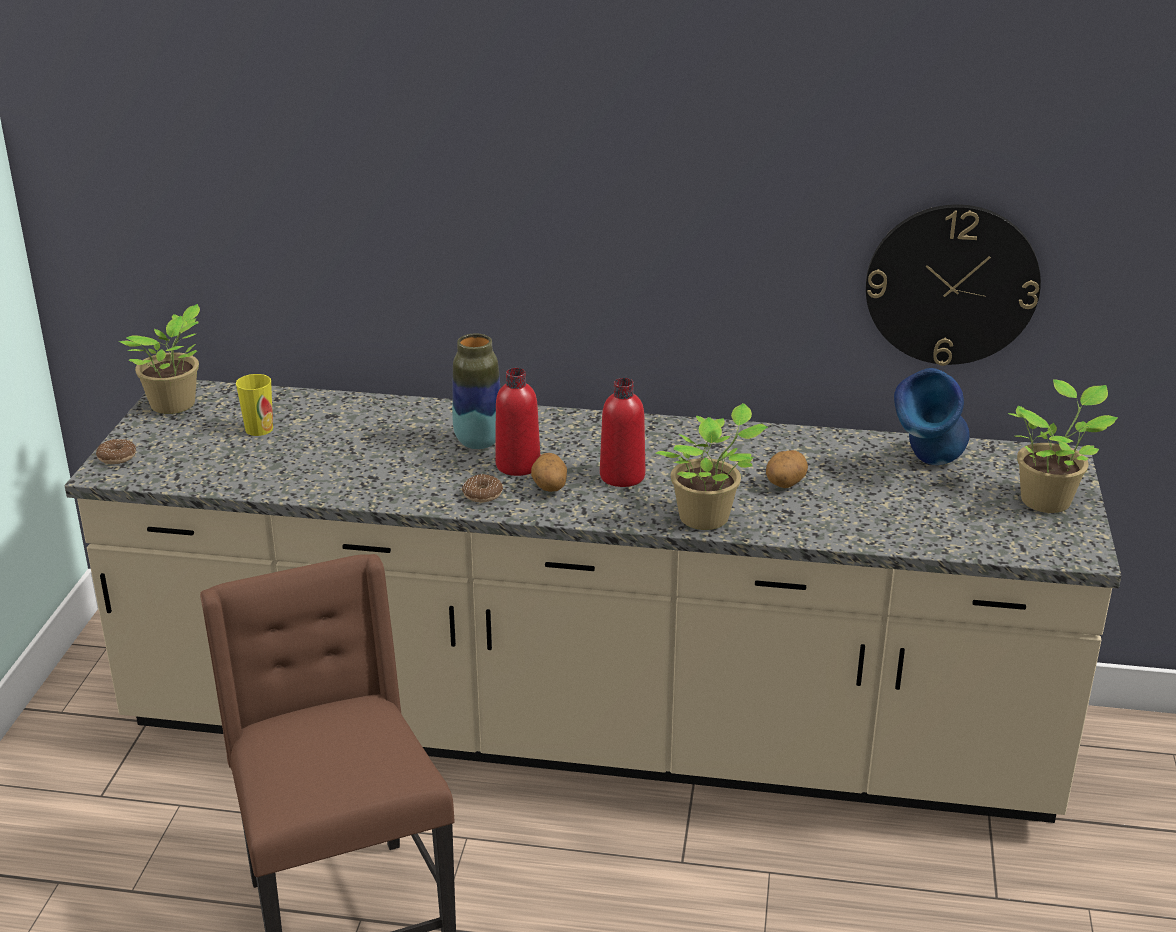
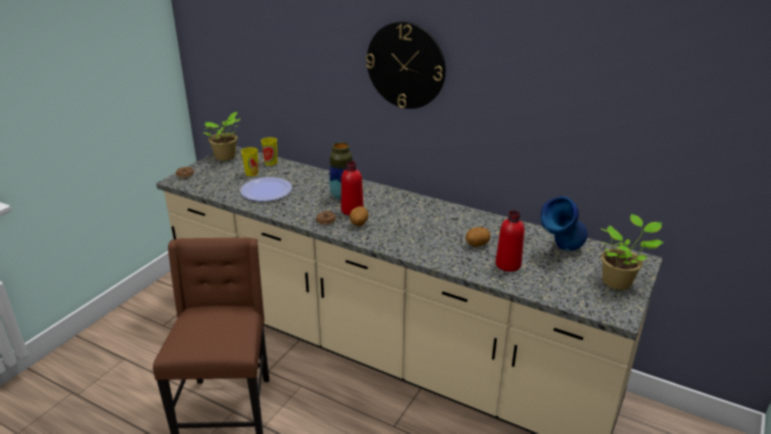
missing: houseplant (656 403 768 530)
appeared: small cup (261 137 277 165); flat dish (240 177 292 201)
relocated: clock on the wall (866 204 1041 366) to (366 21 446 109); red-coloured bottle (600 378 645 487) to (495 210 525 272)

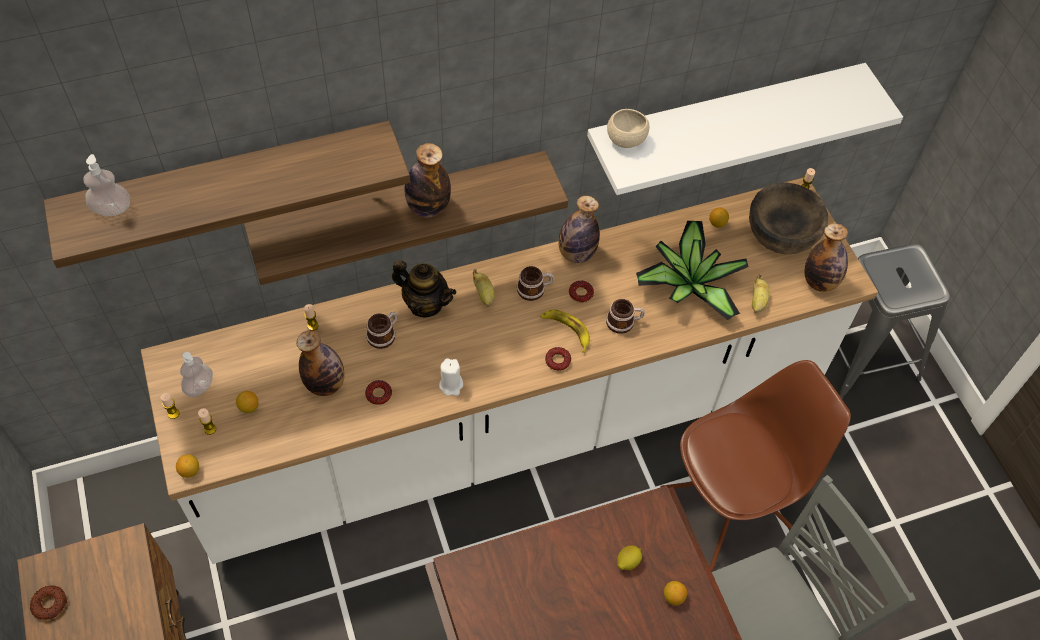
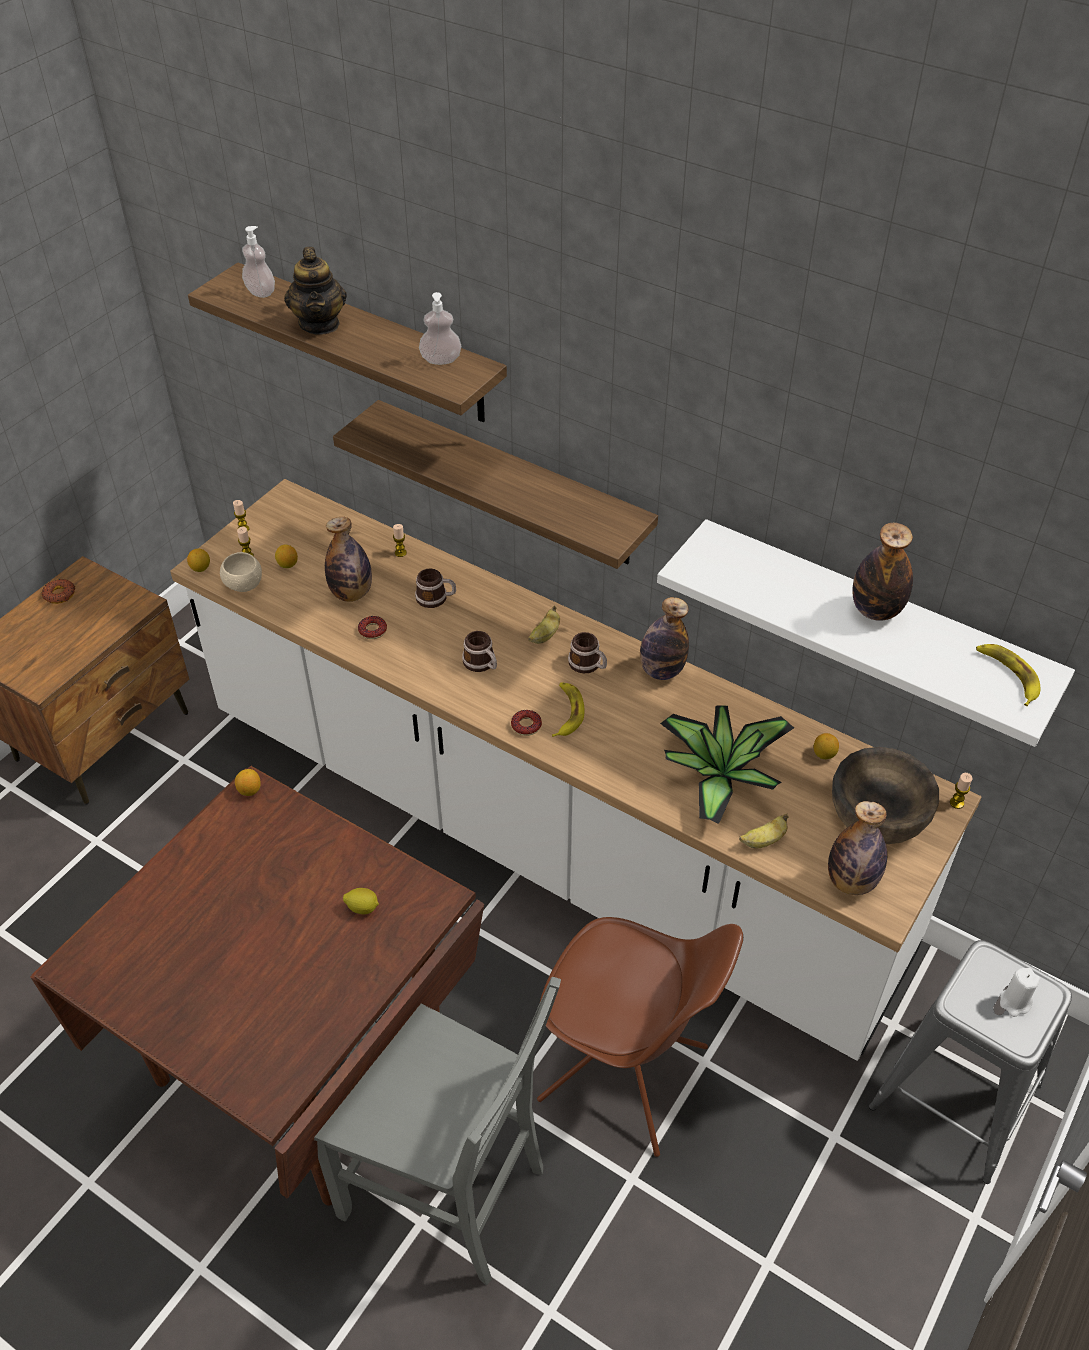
missing: doughnut (569 281 594 303)
appeared: banana fruit (976 644 1041 706)
relocated: beige-coloured serving bowl (607 109 650 148) to (220 552 262 592); bottle (404 143 451 217) to (852 523 913 621); pot for tea (392 260 457 317) to (284 247 347 335); mug (606 299 645 334) to (462 631 497 672); soap dispenser (180 352 213 397) to (419 292 462 365); white wax candle (439 358 463 396) to (1000 968 1040 1017); citrus fruit (664 581 687 606) to (235 769 261 796)

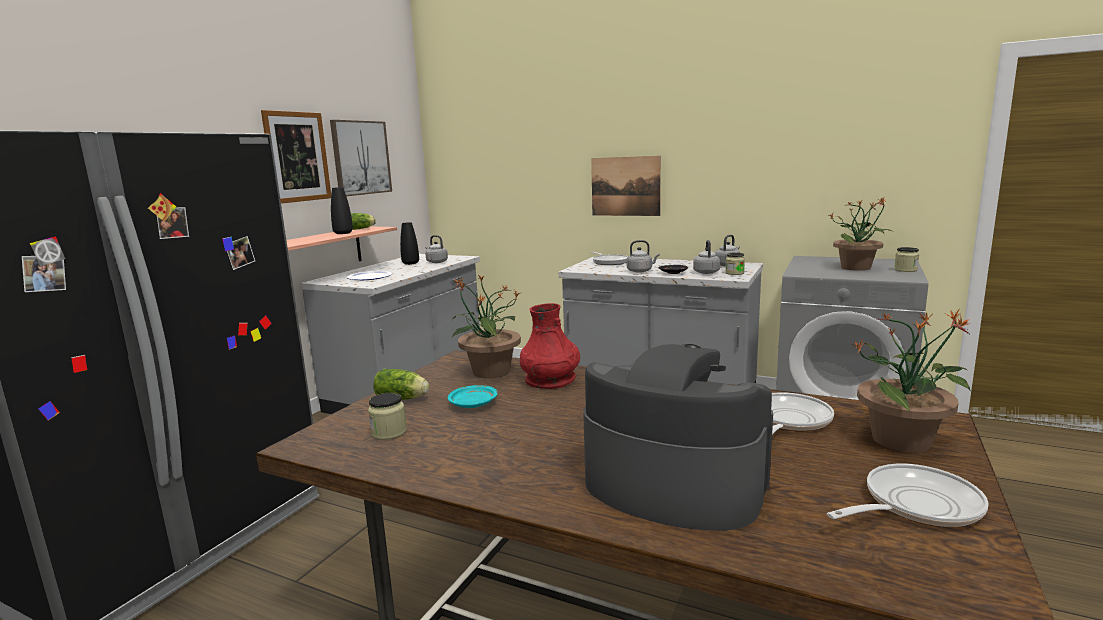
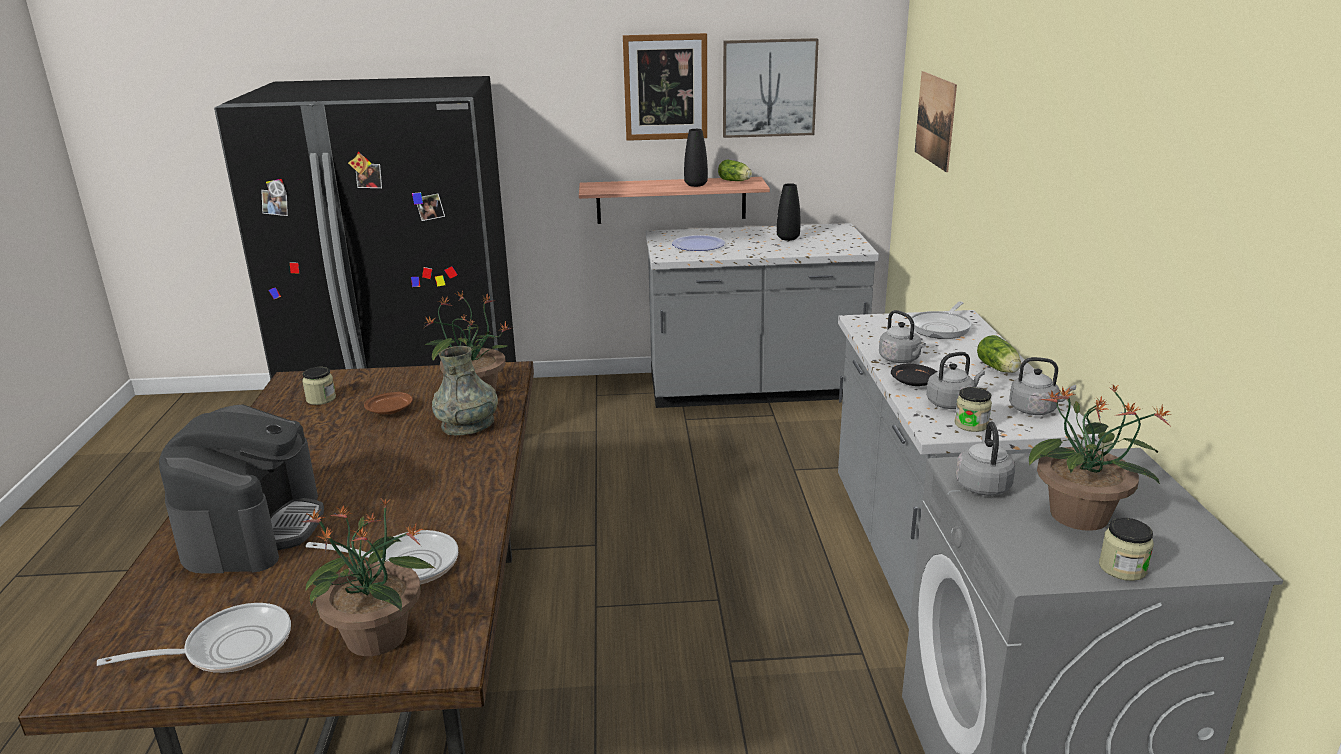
relocated: picture (591 156 661 216) to (915 71 957 172); greyish water kettle (425 235 448 263) to (956 421 1015 495); head of lettuce (373 369 429 400) to (977 335 1021 373)
colour: red-coloured flower vase (520 303 580 389) to greyish flower vase (432 346 498 435); turquoise-coloured flat dish (448 385 497 408) to brown flat dish (364 392 413 414)
spun: pan (827 464 989 527) = (97 603 291 673) 60 degrees counterclockwise

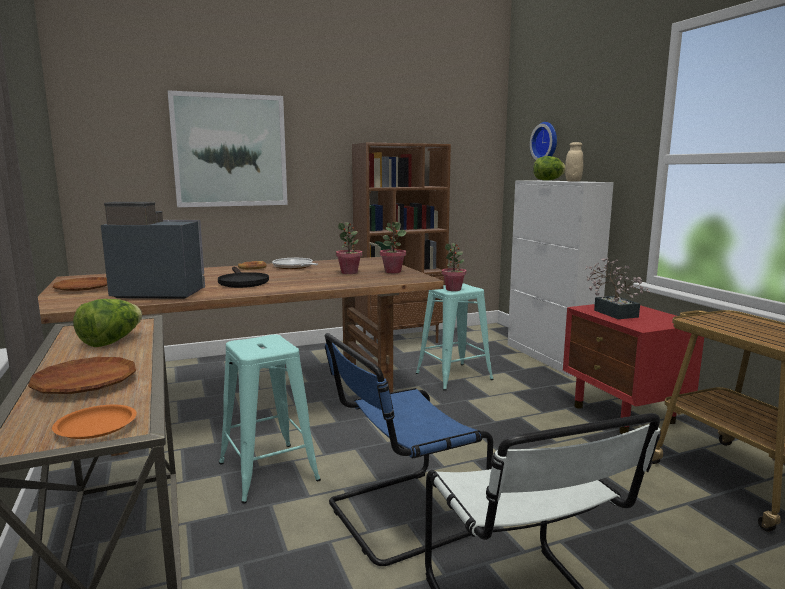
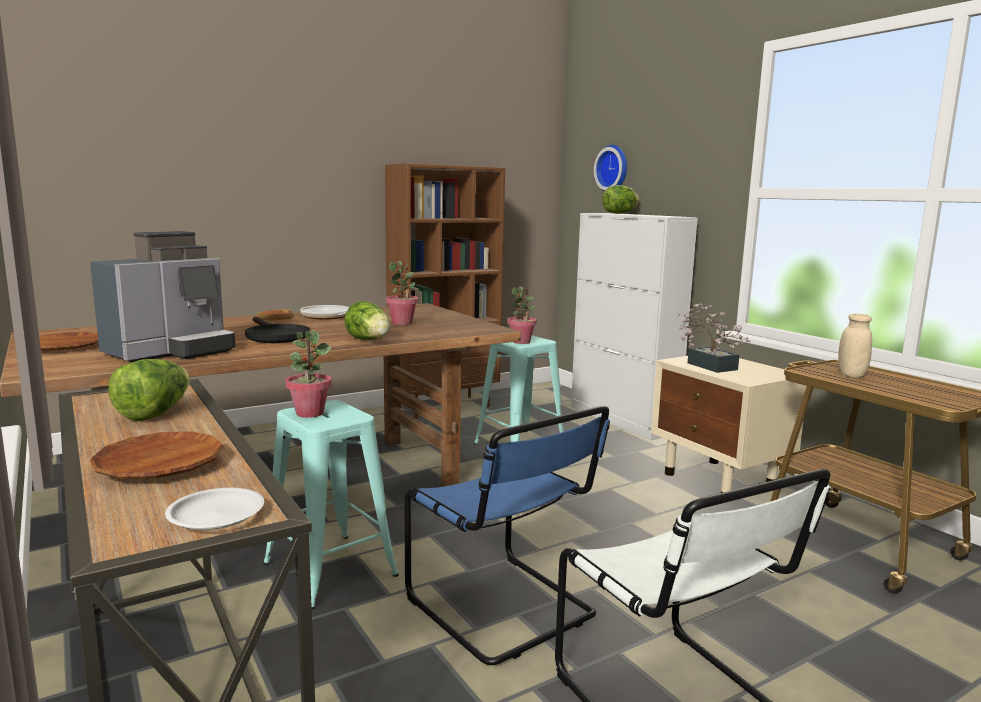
missing: picture (168 90 288 207)
appeared: head of lettuce (344 301 390 340)
relocated: beige-coloured storage jar (565 142 583 182) to (838 314 872 378); houseplant (380 222 407 273) to (285 330 332 418)
colour: red-coloured bedside table (563 304 704 434) to beige-coloured bedside table (651 356 807 493); orange flat dish (52 405 137 439) to white flat dish (165 488 264 530)
spun: coffee maker (101 202 205 299) = (90 231 236 362) 135 degrees clockwise; bluish chair (325 333 493 566) = (404 406 610 665) 90 degrees counterclockwise

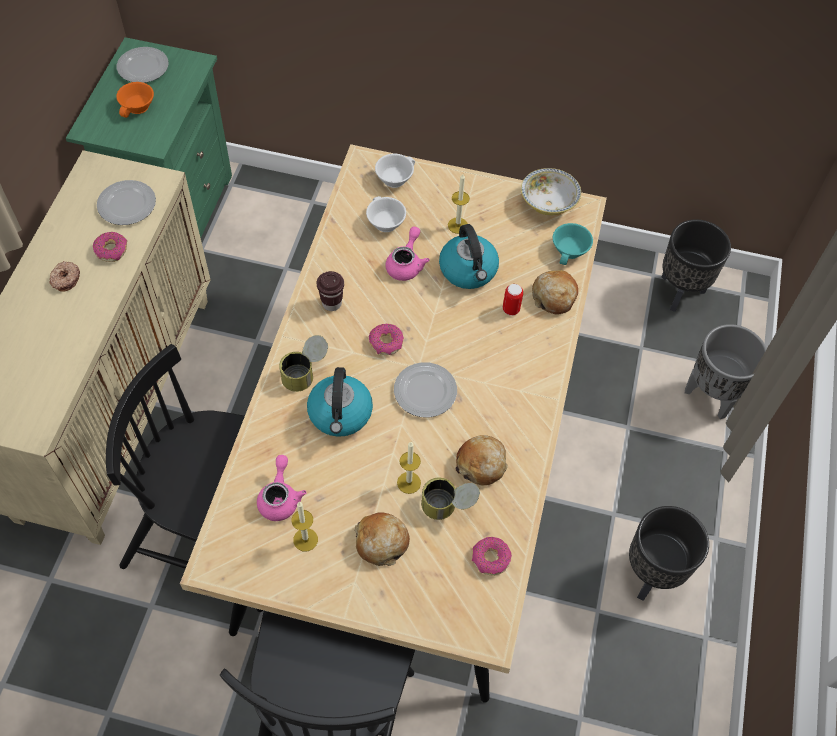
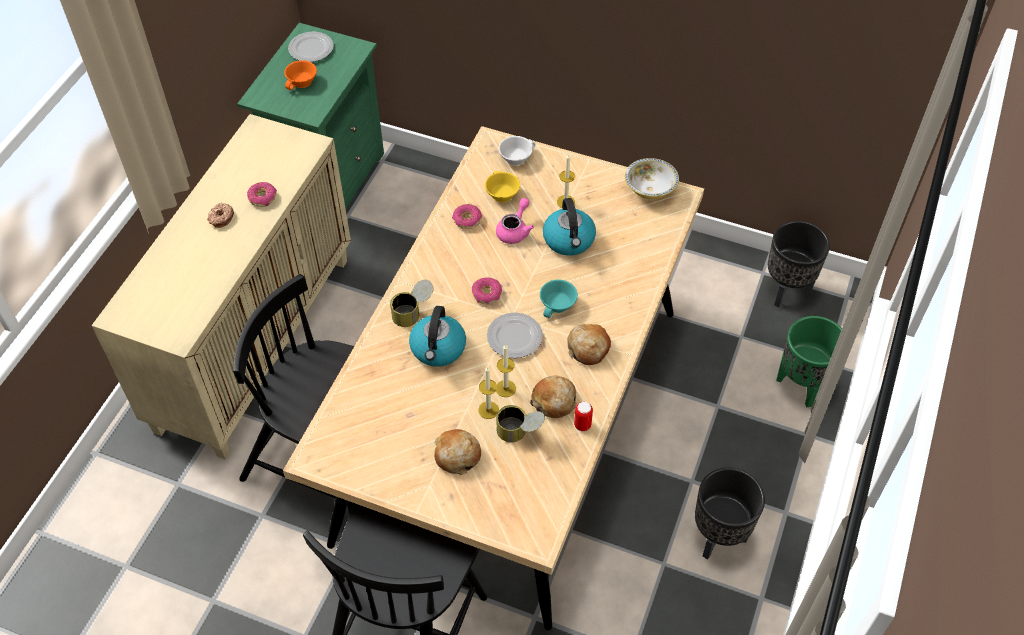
missing: flat dish (97 180 156 225); brown small cup (317 271 344 311); pink pot for tea (257 455 307 521)
relocated: turquoise-coloured small cup (553 223 593 265) to (540 279 578 318); bakery bread (532 270 578 315) to (567 324 611 365); metal can (503 284 523 316) to (574 402 593 431); wax candle (291 502 318 551) to (496 344 516 397); doughnut (472 537 512 576) to (452 204 482 229)
colour: white small cup (366 196 406 232) to yellowish small cup (485 171 520 203); greyish plant pot (685 324 767 419) to green-coloured plant pot (776 316 842 407)

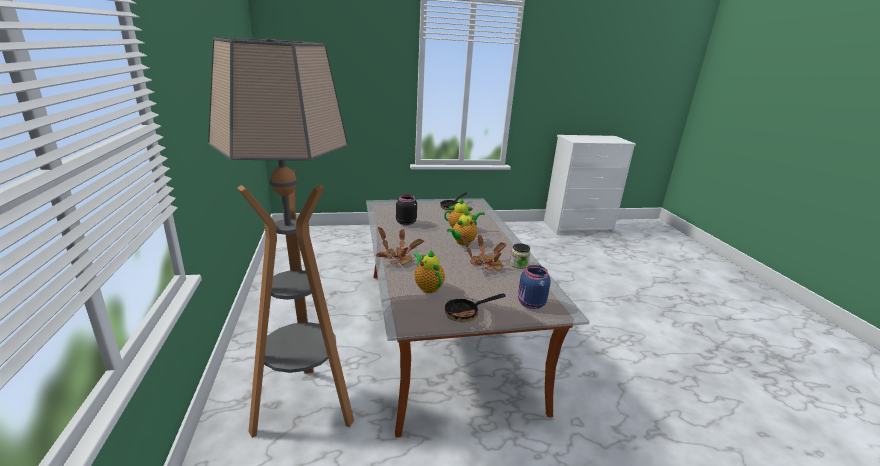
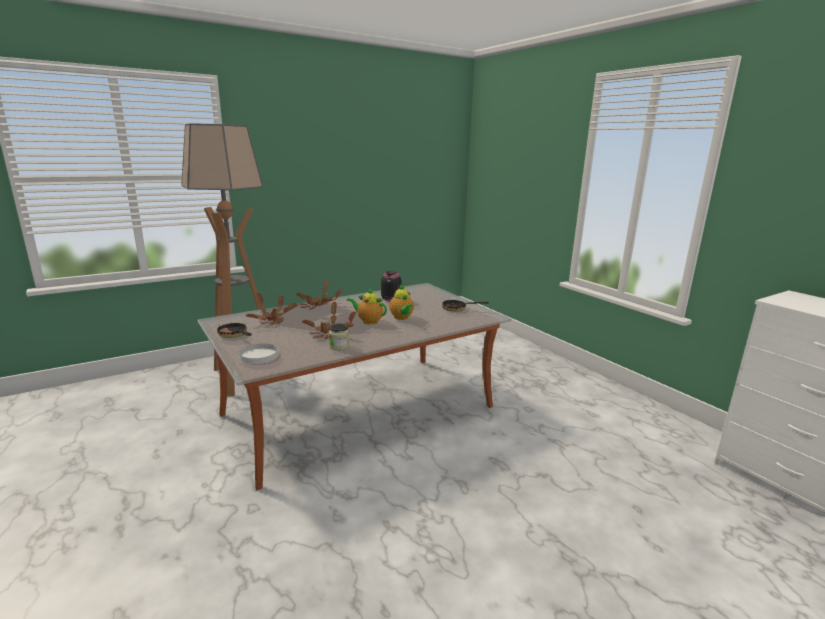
exchanged: pot for tea (414 250 445 293) to houseplant (246 293 298 325); bluish storage jar (518 265 551 309) to white flat dish (239 344 278 364)

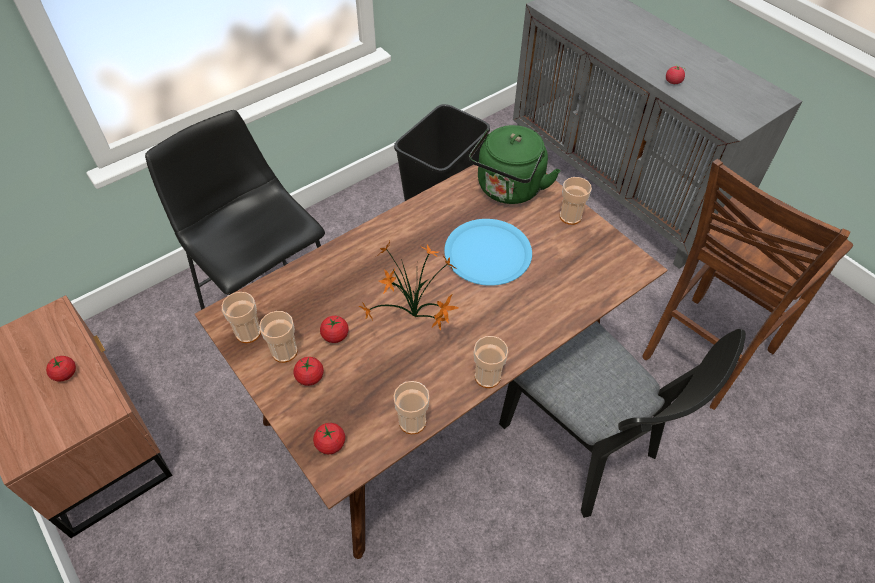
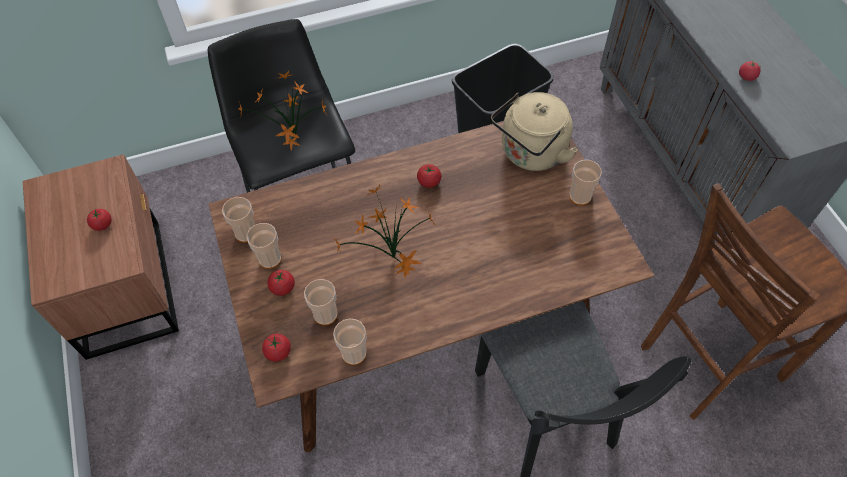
missing: bluish flat dish (444 219 532 286)
appeared: houseplant (238 71 327 150)
relocated: whole tomato (320 316 349 343) to (417 164 441 188); small cup (474 336 508 388) to (304 279 338 326)
colour: green-coloured water kettle (469 125 561 204) to beige-coloured water kettle (491 92 578 171)

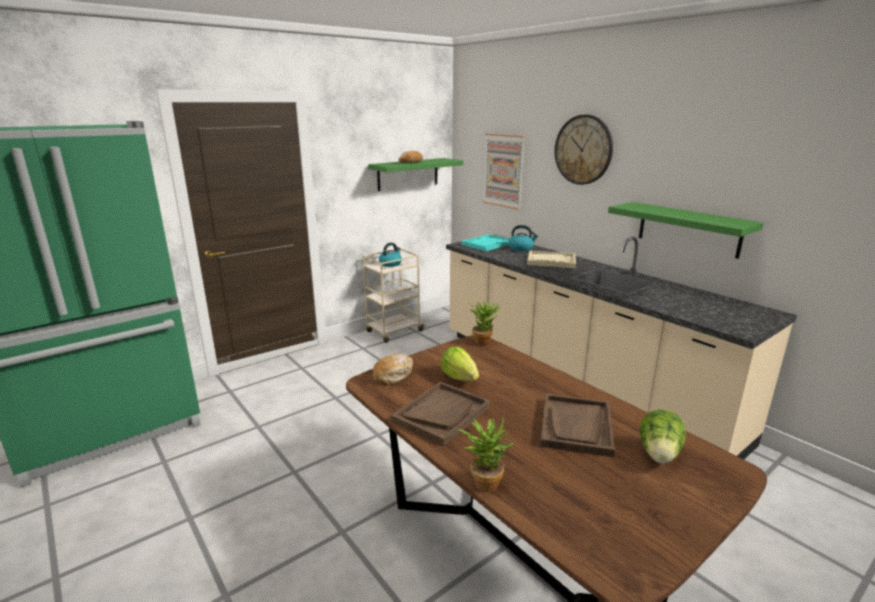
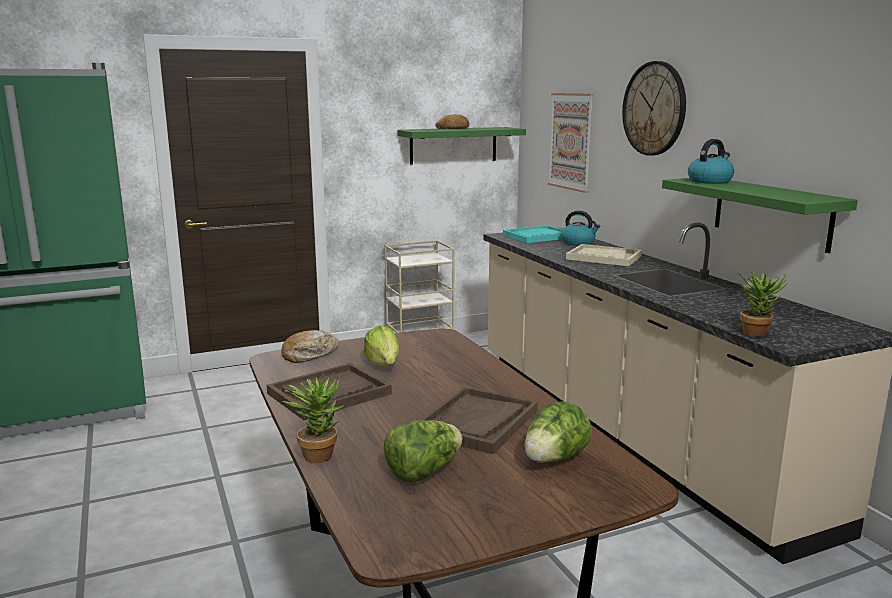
appeared: head of lettuce (384 420 463 483)
relocated: water kettle (379 242 402 267) to (688 139 734 184); houseplant (468 301 500 345) to (737 272 787 337)

